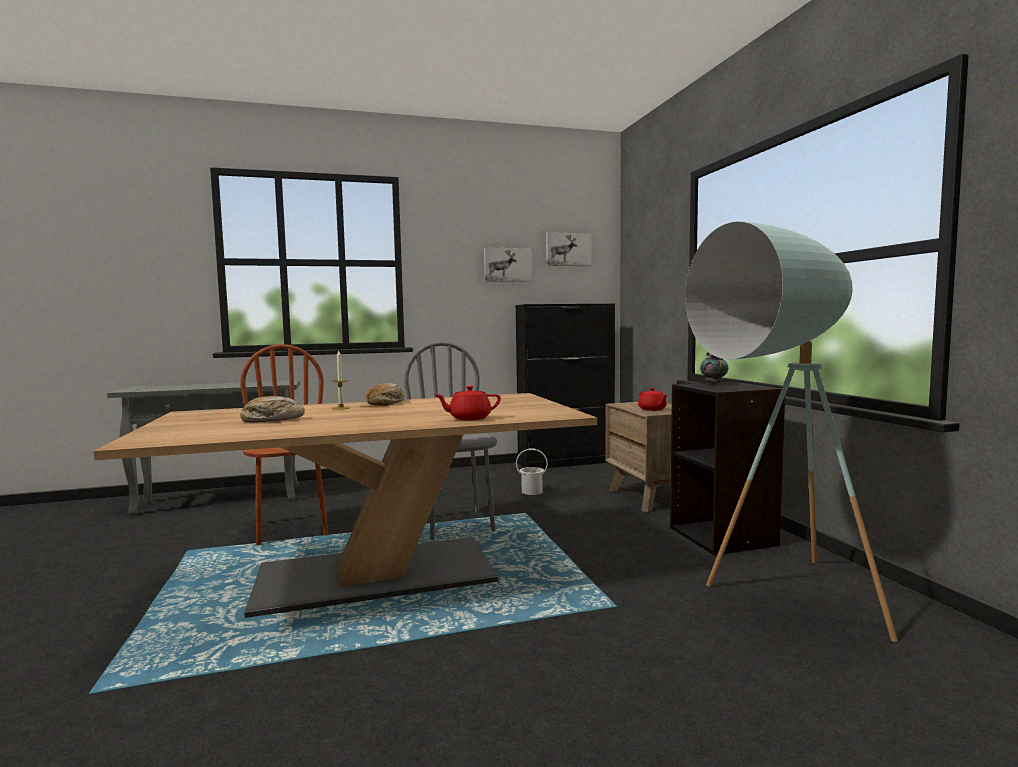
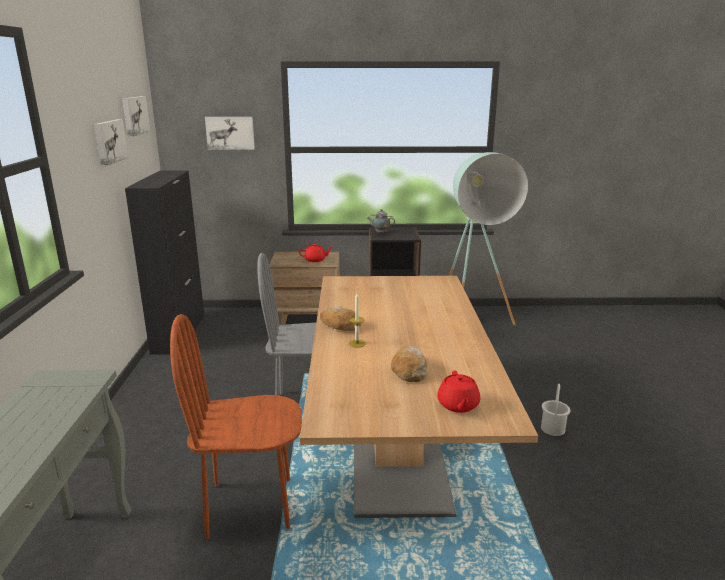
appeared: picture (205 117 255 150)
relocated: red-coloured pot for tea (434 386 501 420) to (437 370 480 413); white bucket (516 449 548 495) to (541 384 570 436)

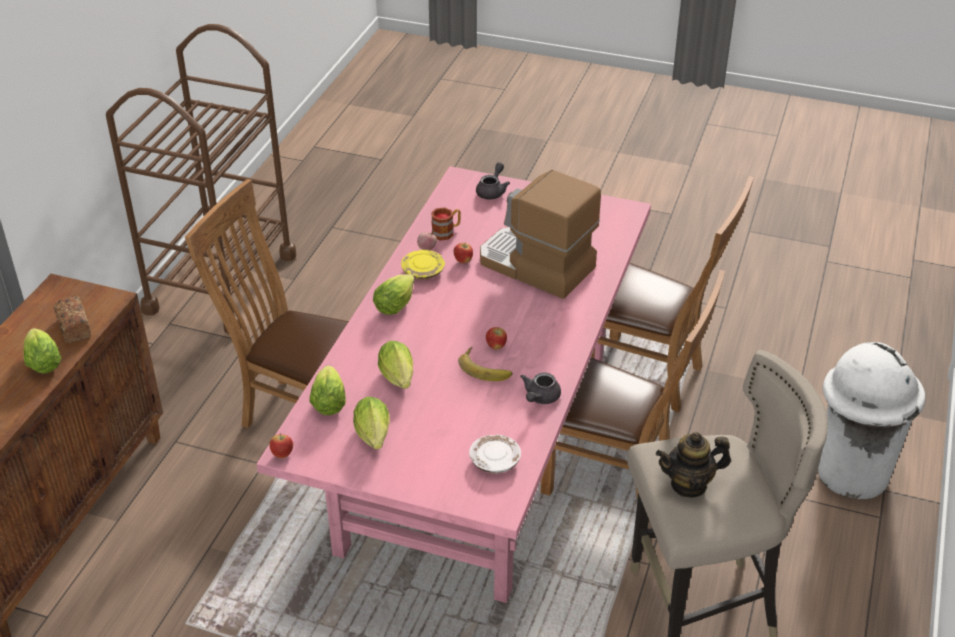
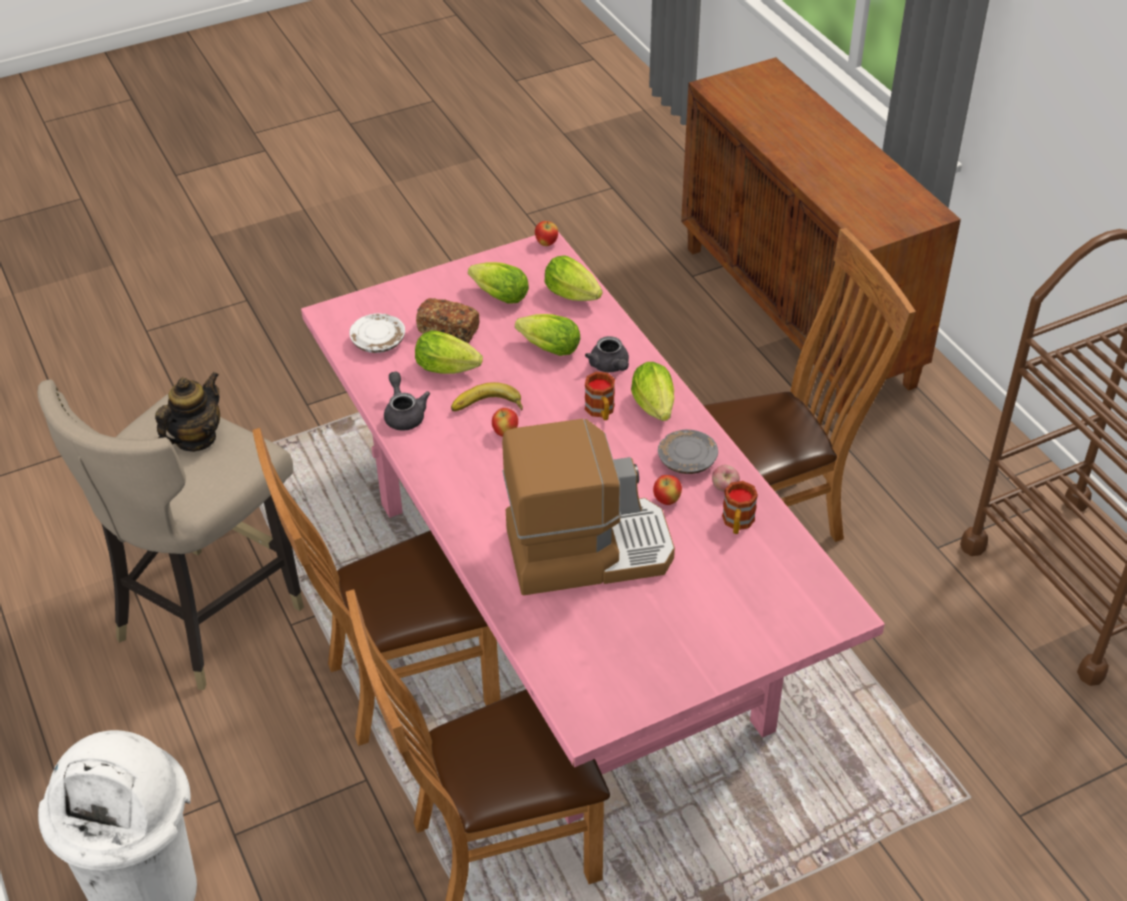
appeared: mug (585 372 615 420)
relocated: greyish pot for tea (476 162 510 200) to (585 336 629 372); bakery bread (54 296 91 343) to (416 298 479 343); head of lettuce (23 328 61 374) to (415 330 483 374)
colour: yellowish flat dish (401 250 445 279) to greyish flat dish (658 429 718 474)

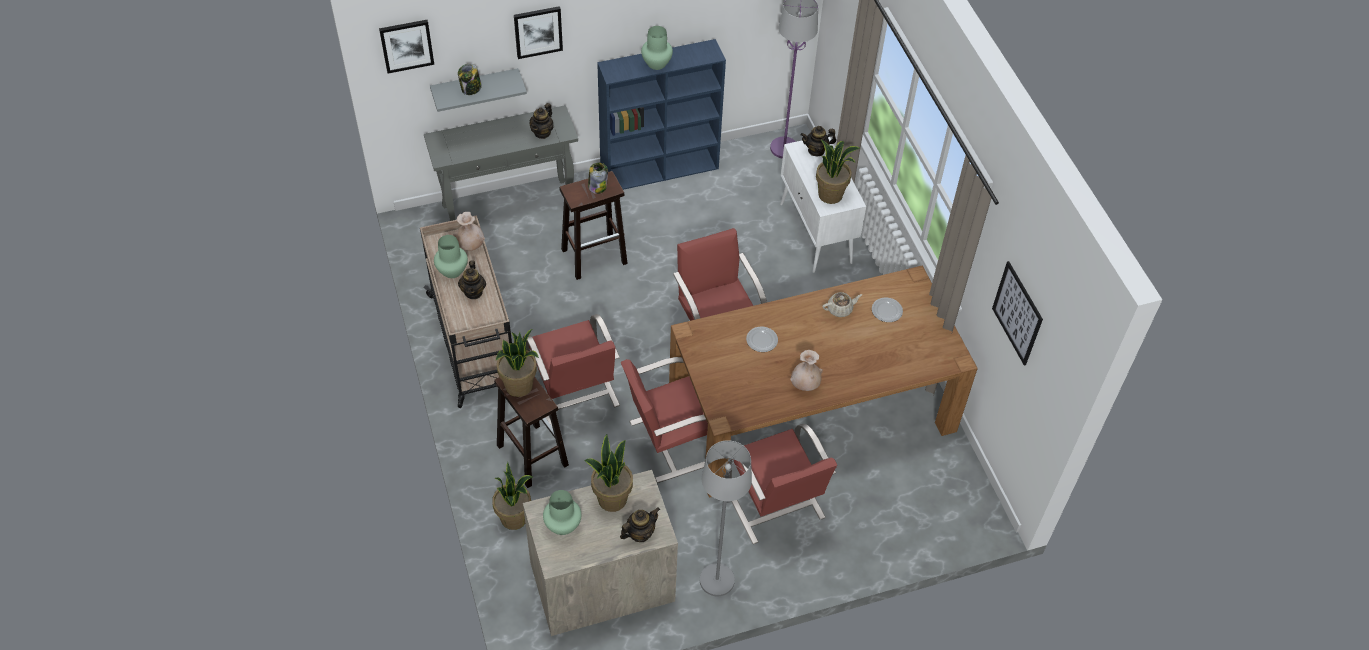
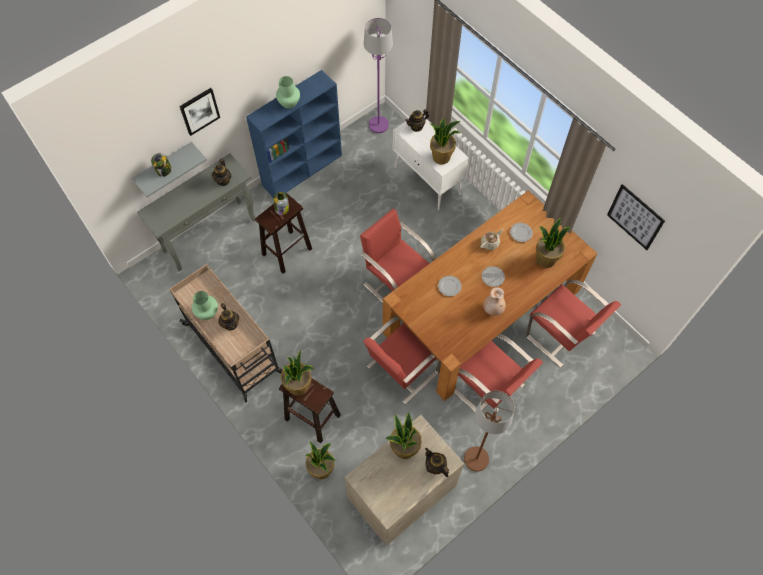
missing: picture (379 20 434 73); beige-coloured flower vase (453 212 485 251); green-coloured flower vase (543 490 581 535)
appeared: houseplant (536 218 571 268); flat dish (482 266 505 287)
relocated: red-coloured chair (523 314 620 426) to (526 280 621 368)
colour: greyish standard lamp (700 440 752 596) to brown standard lamp (464 391 515 472)
spun: pot for tea (620 508 660 542) = (425 448 449 477) 75 degrees counterclockwise

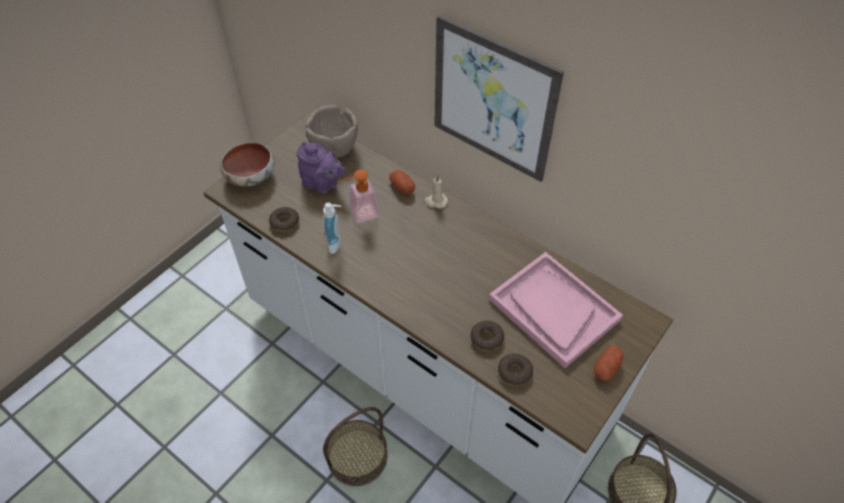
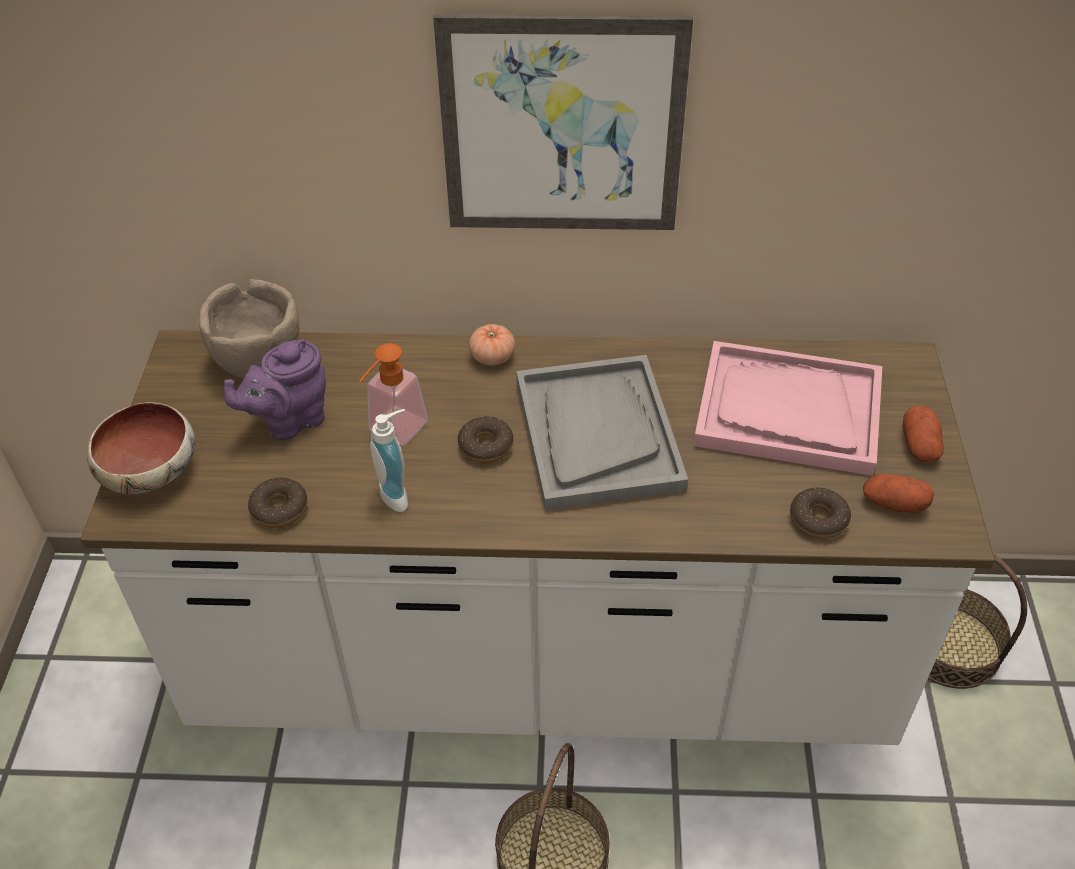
appeared: greyish tray (516 355 688 511)
relocated: potato (389 170 415 194) to (863 474 934 513); doughnut (470 321 504 352) to (458 416 514 463)
exchanged: beige-coloured wax candle (424 175 448 209) to whole tomato (469 324 515 366)
spun: purple pot for tea (297 142 346 193) = (224 339 326 440) 150 degrees clockwise

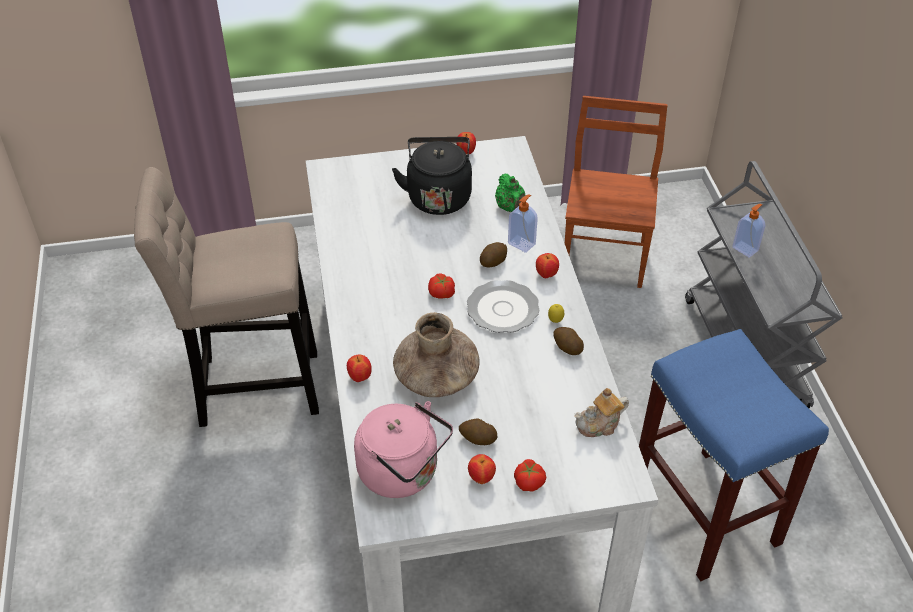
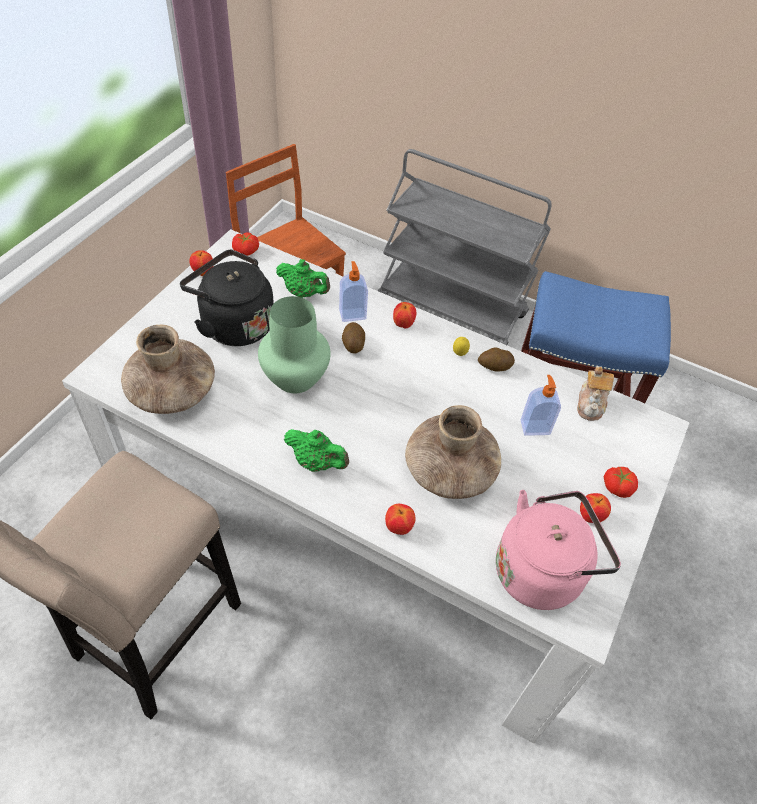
missing: flat dish (467 280 539 333); potato (459 419 497 445)
appeared: green-coloured flower vase (258 296 331 393); brown flower vase (121 325 215 414); green-coloured pot for tea (284 429 349 472)
relocated: soap dispenser (732 204 765 258) to (521 375 561 436); whole tomato (428 273 455 299) to (232 232 259 256)

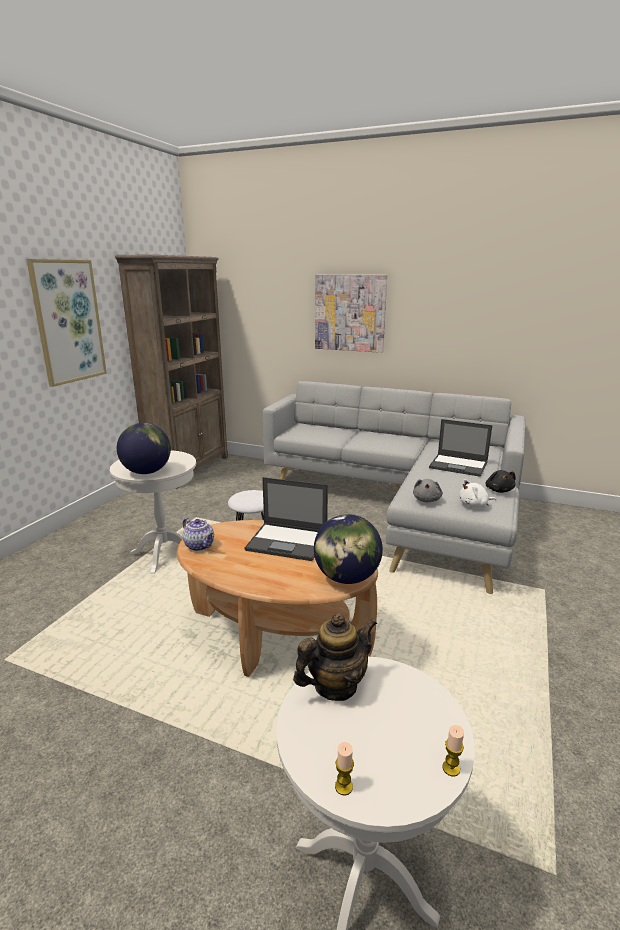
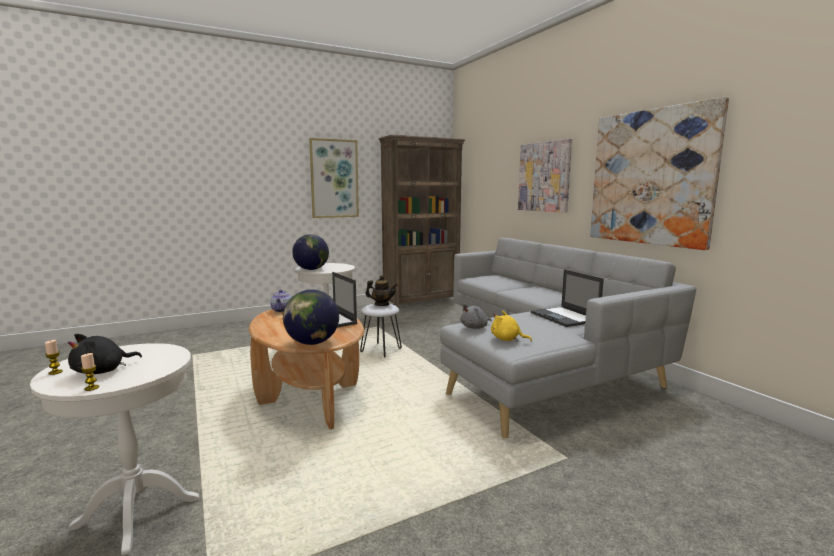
appeared: picture (590 97 729 250)
relocated: black-coloured plush toy (485 470 516 493) to (68 334 142 374); pot for tea (293 613 377 701) to (365 275 398 306)
colour: white plush toy (459 479 497 508) to yellowish plush toy (491 311 532 342)

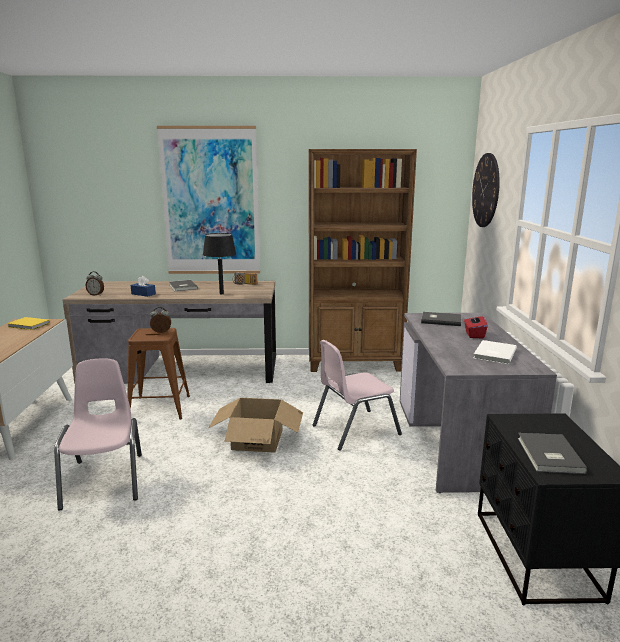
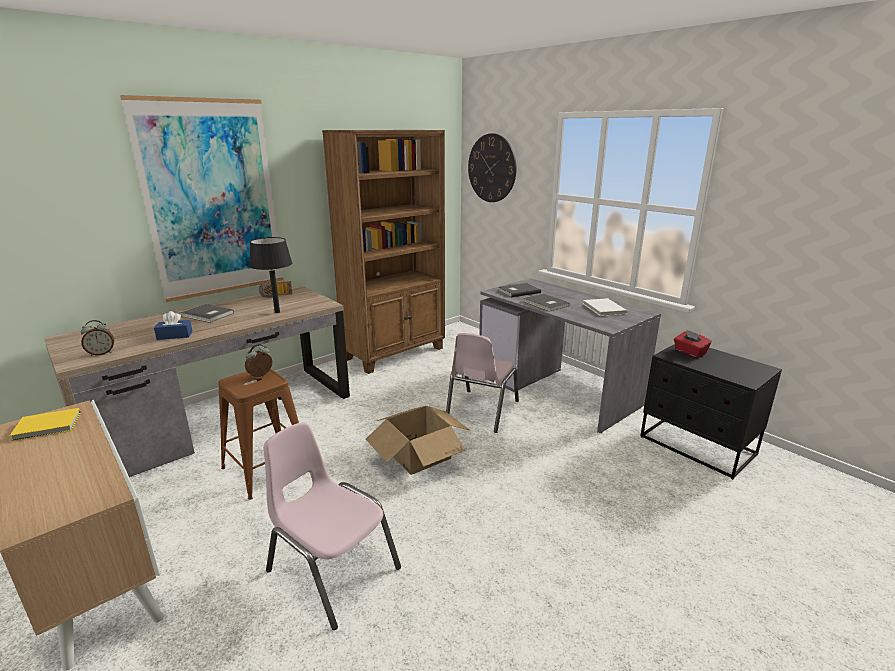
relocated: red-coloured tissue holder (464 314 488 339) to (674 330 712 357); greyish volume (518 433 588 474) to (524 293 570 312)

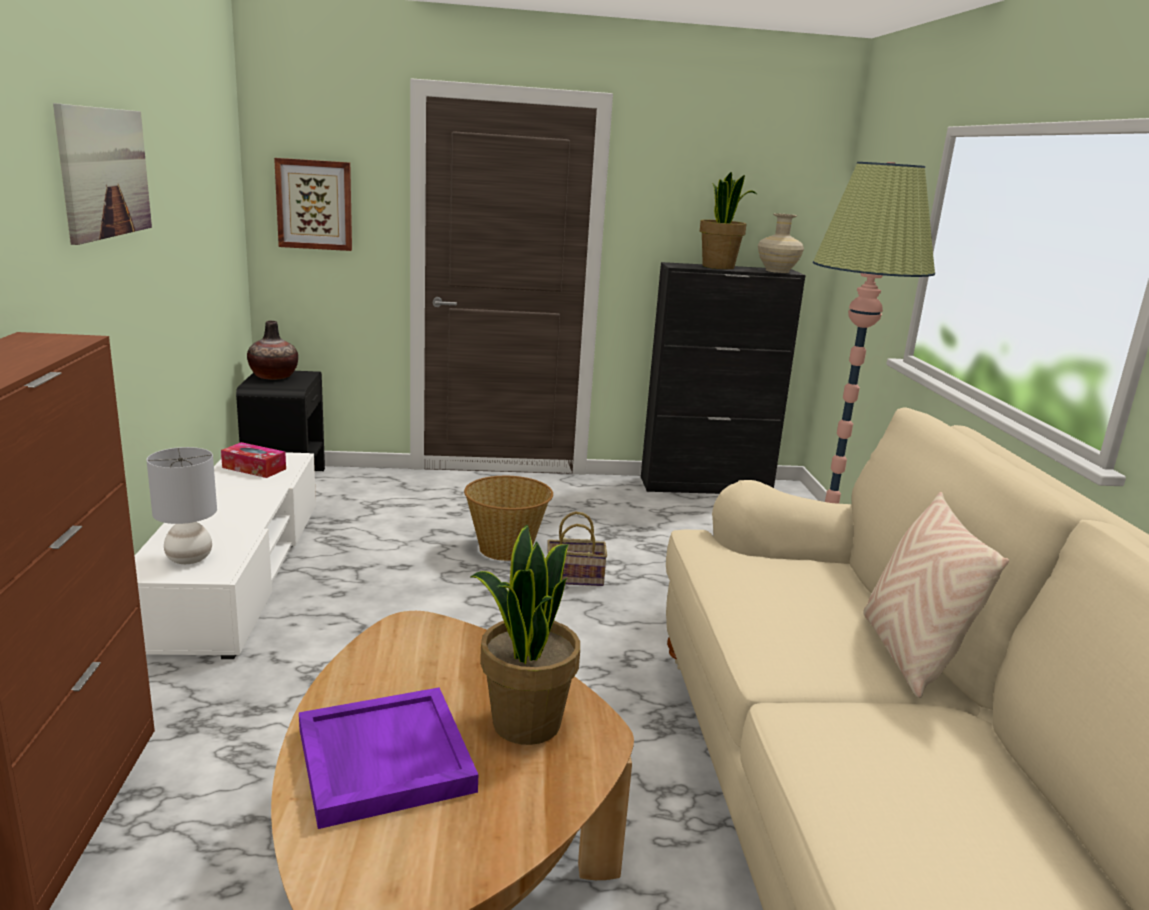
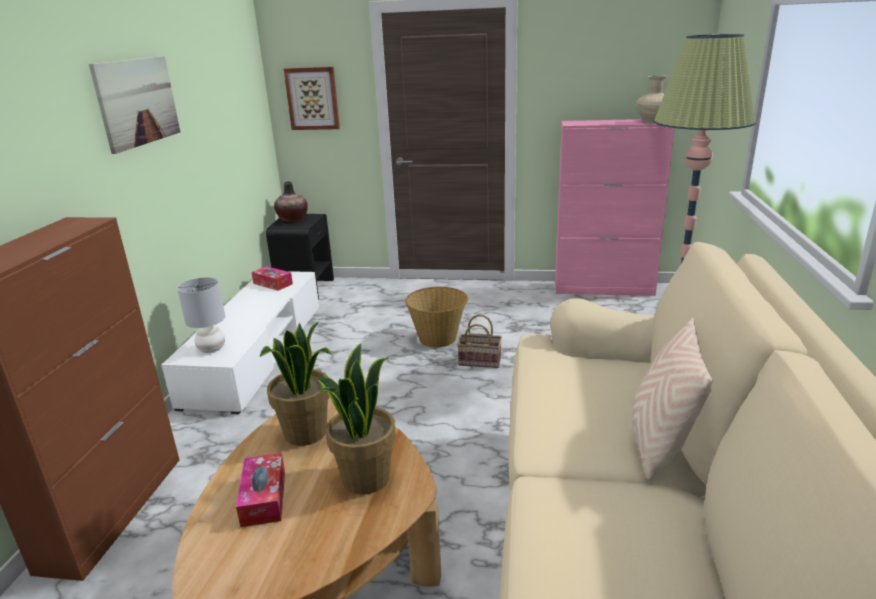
relocated: houseplant (700 172 757 269) to (259 322 331 446)
exchanged: purple tray (299 687 478 829) to tissue holder (236 453 285 527)
colour: black-coloured cupboard (641 262 806 494) to pink cupboard (555 119 675 296)

